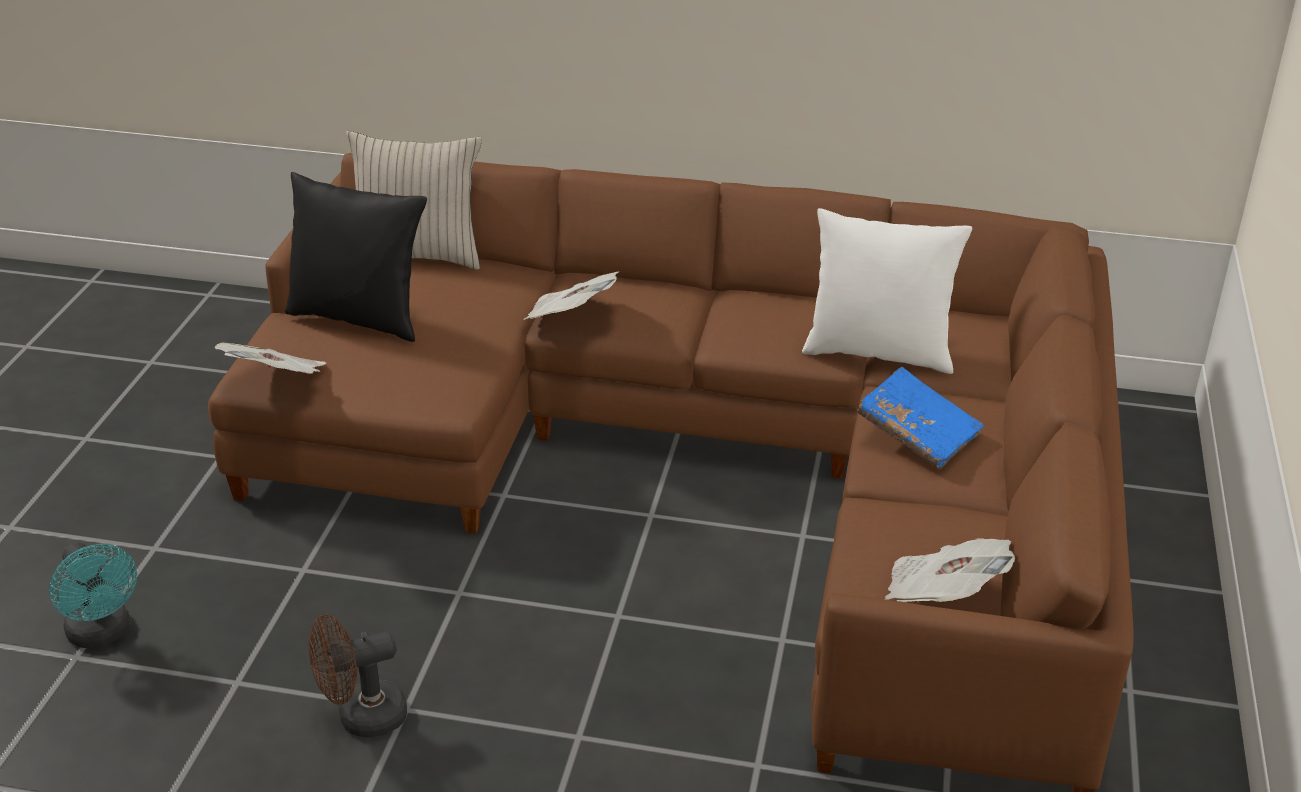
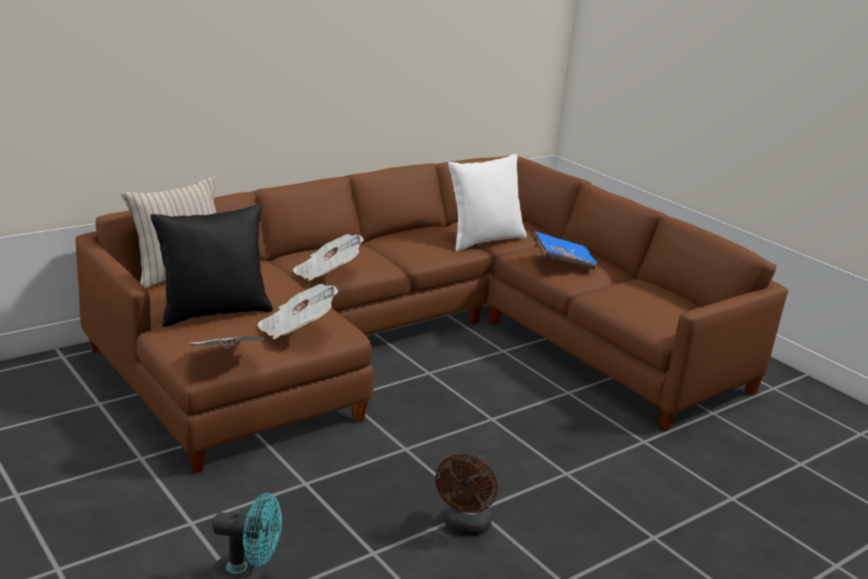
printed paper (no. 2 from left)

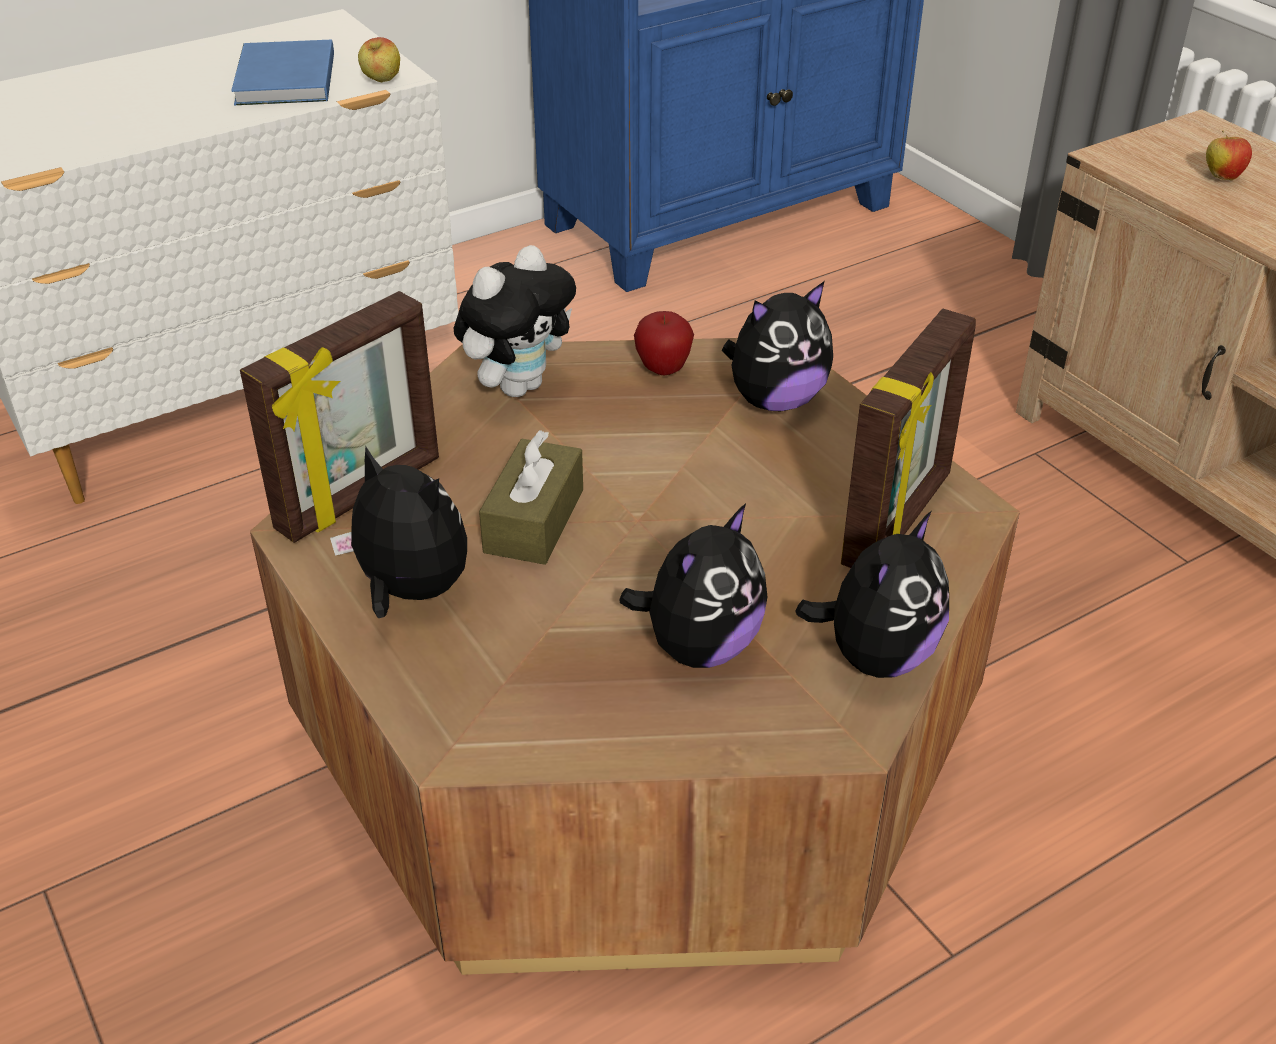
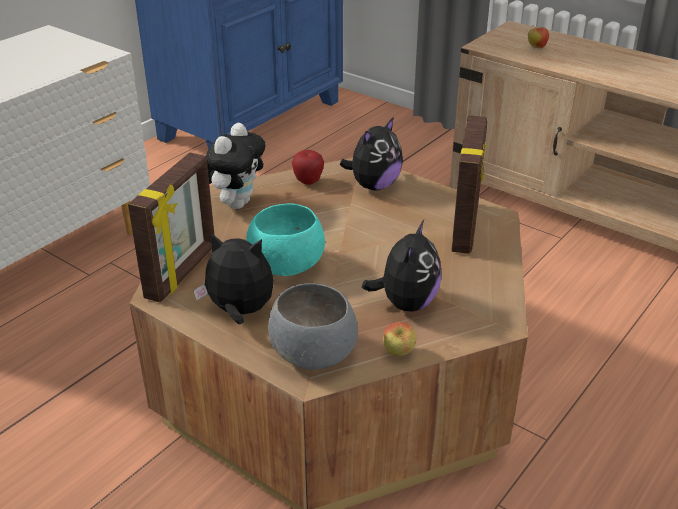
bluish bound book
cuddly toy (no. 5 from left in the first image)
greyish serving bowl
apple fruit (no. 2 from left)
turquoise serving bowl

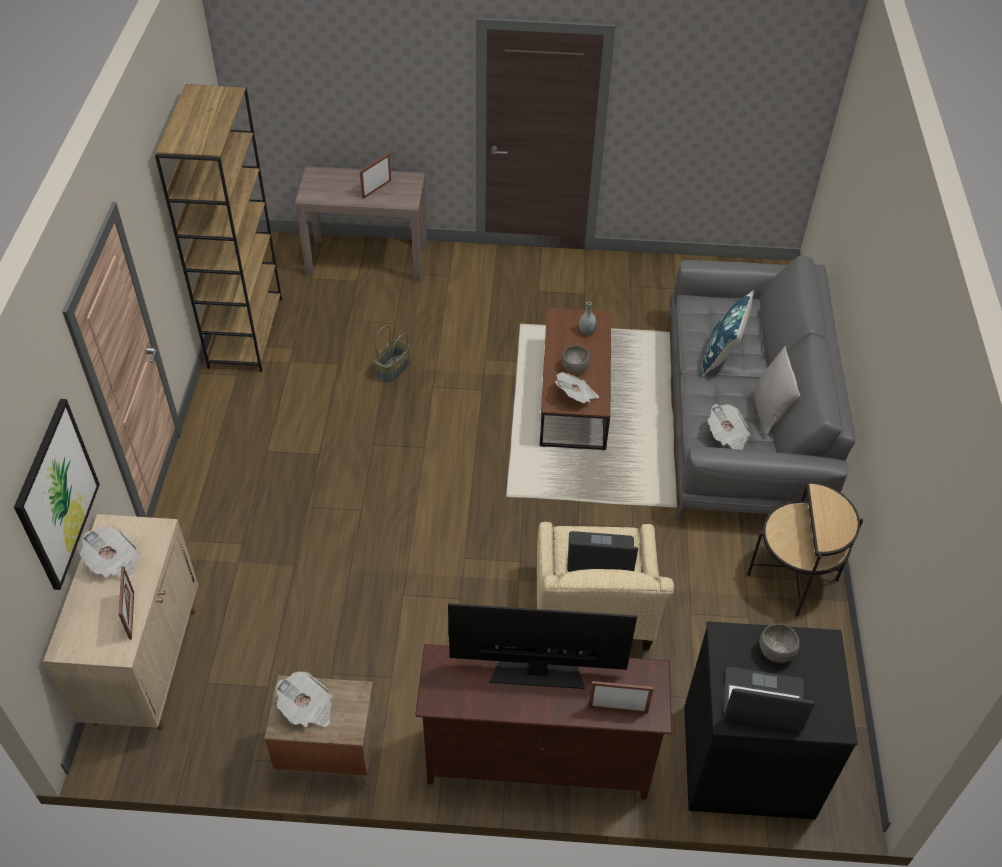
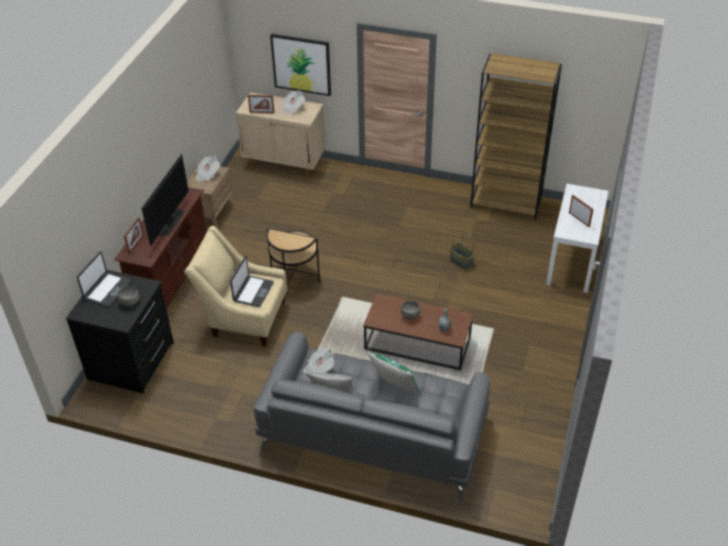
printed paper (no. 3 from left in the first image)
side table
white-coloured hall table
green-coloured throw pillow

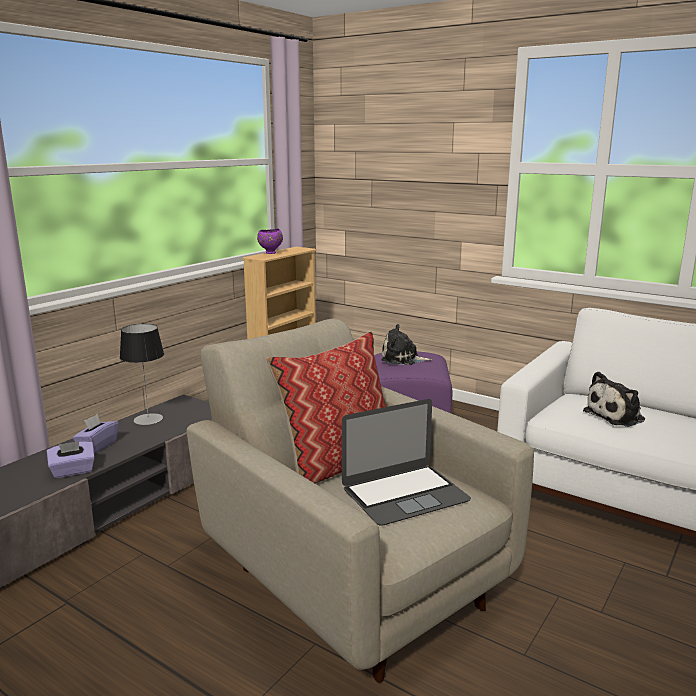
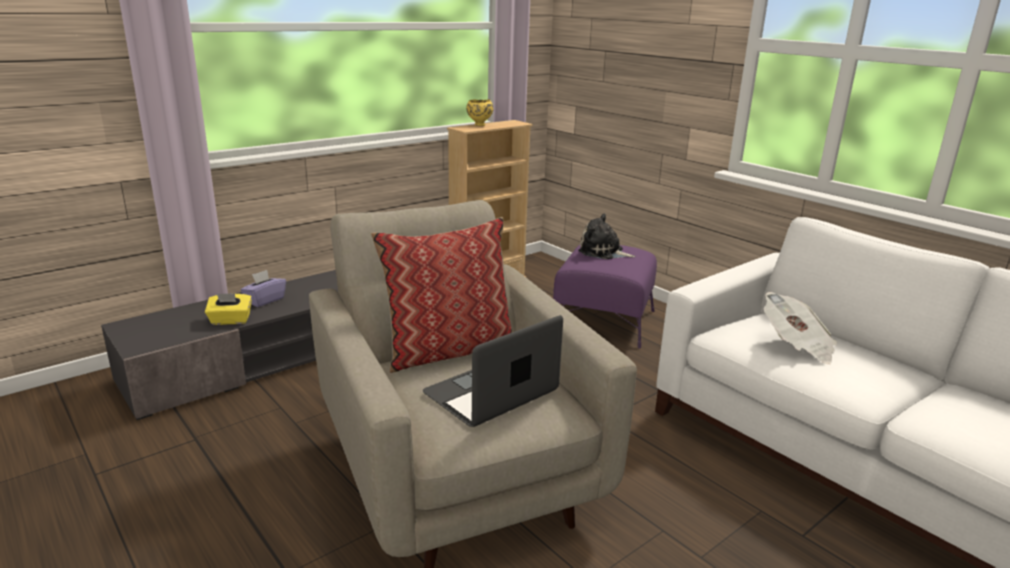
lamp for a table
printed paper
yellowish tissue holder
yellowish serving bowl
notebook computer

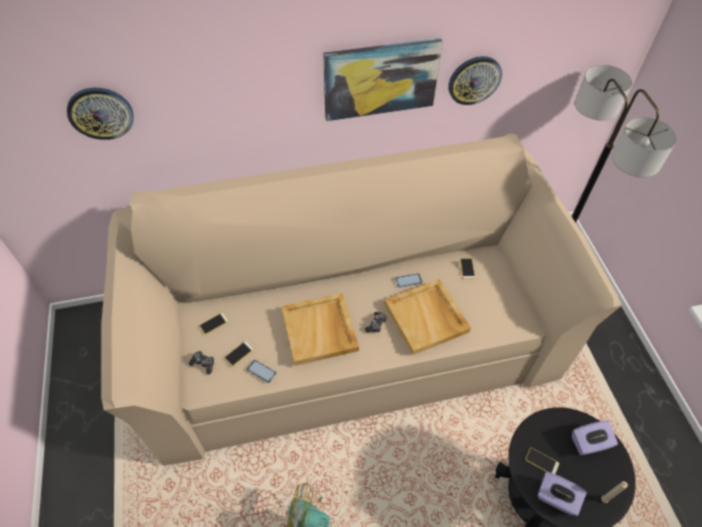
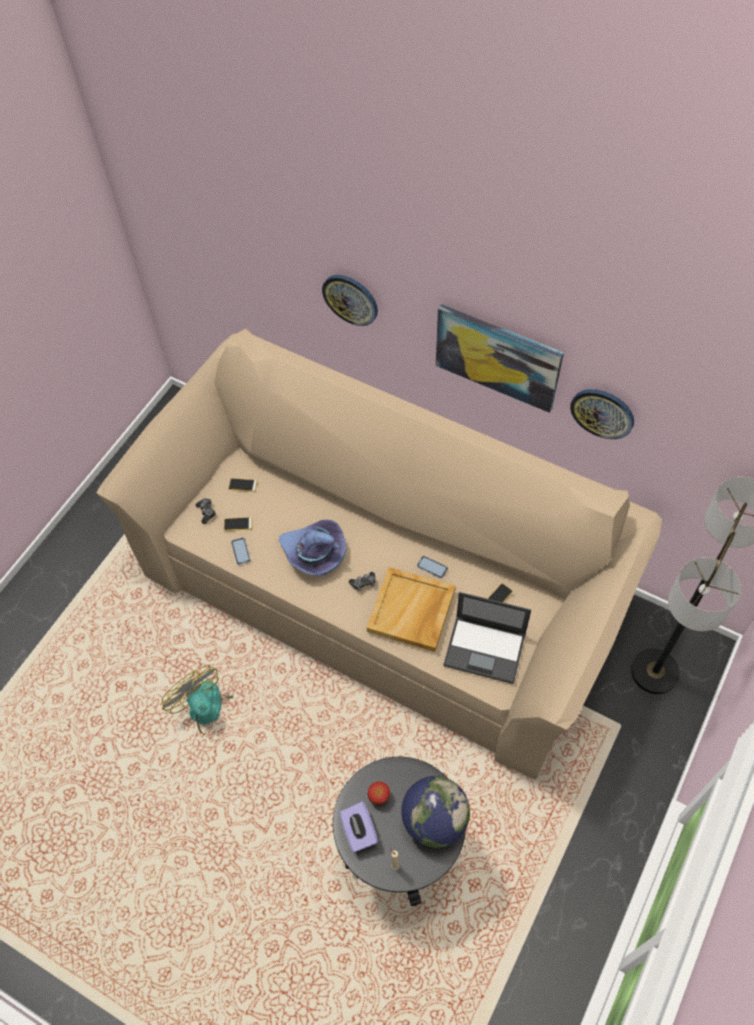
notebook computer
wall clock (no. 1 from left)
purple wearable hat
apple fruit
globe

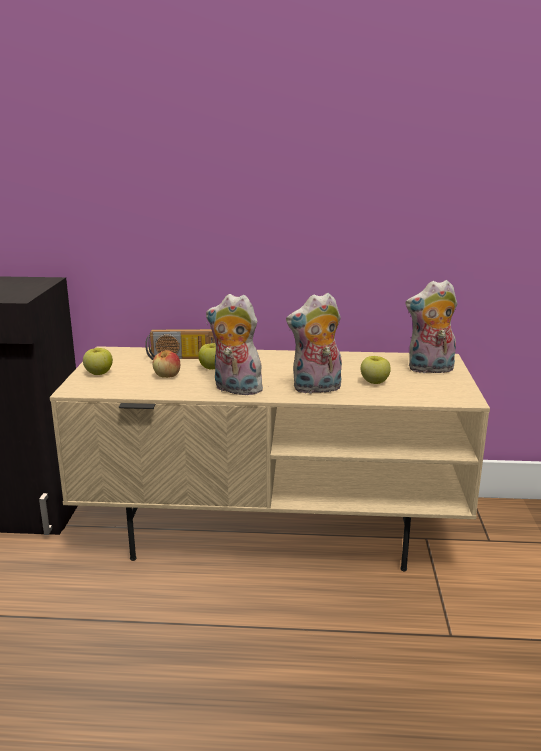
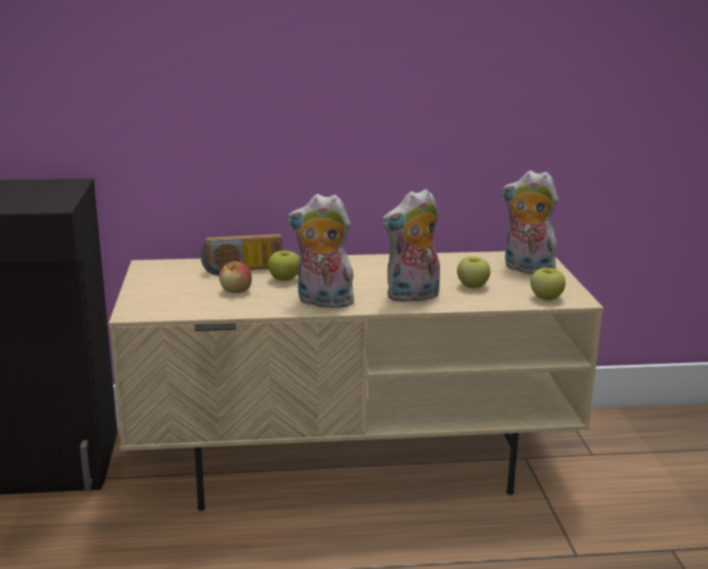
apple fruit (no. 4 from left)
cuddly toy (no. 3 from left)

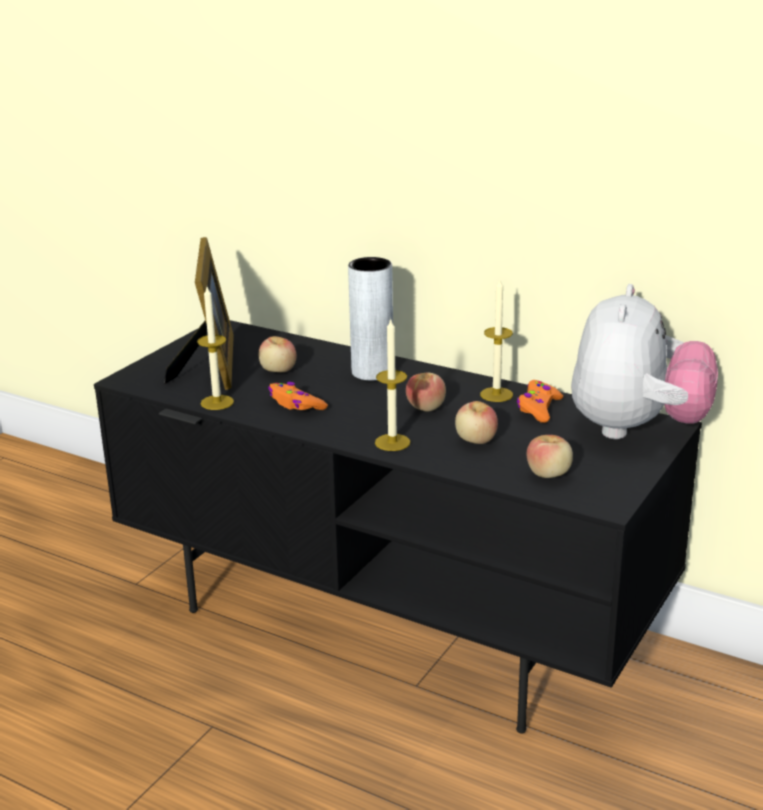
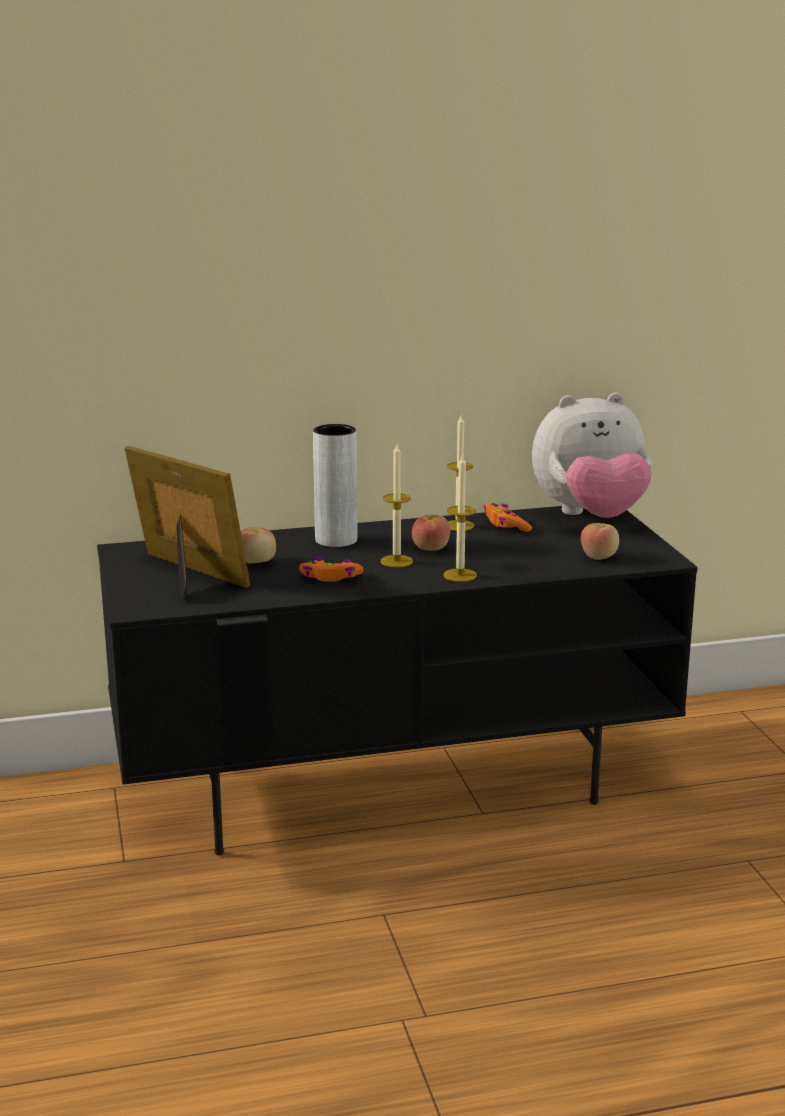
apple fruit (no. 3 from left in the first image)
candle (no. 1 from left)
cuddly toy

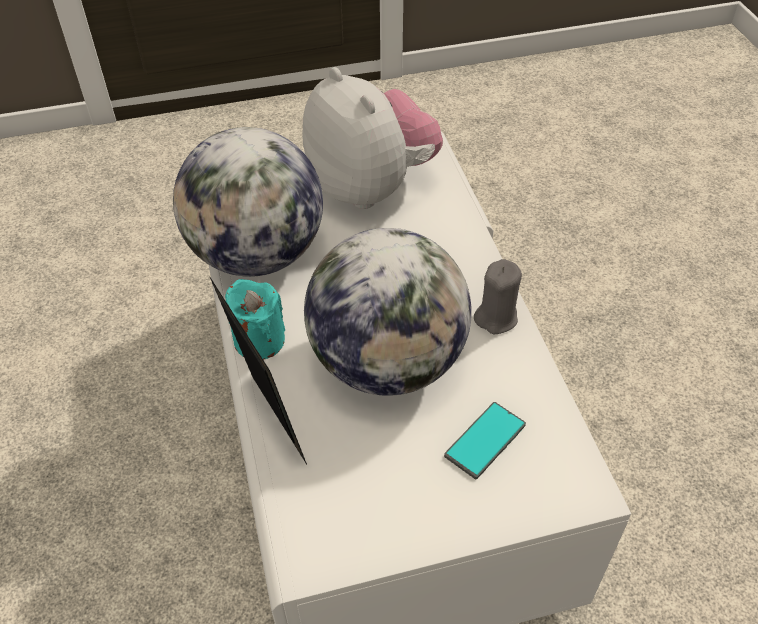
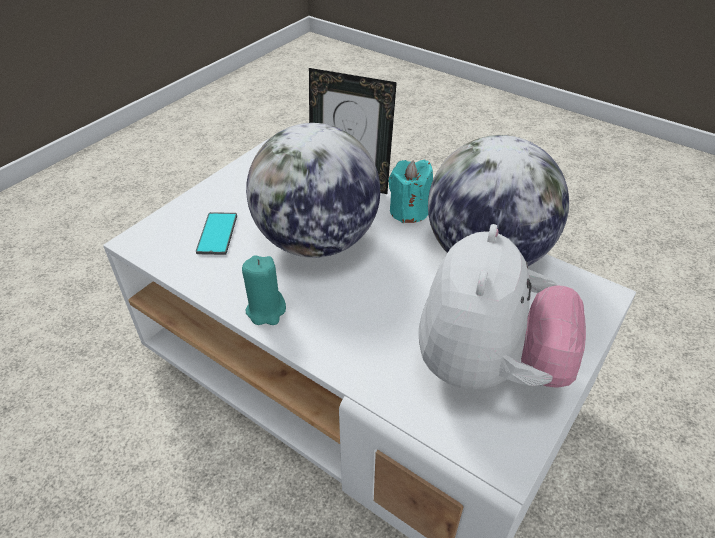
turquoise candle (no. 1 from left)
cuddly toy

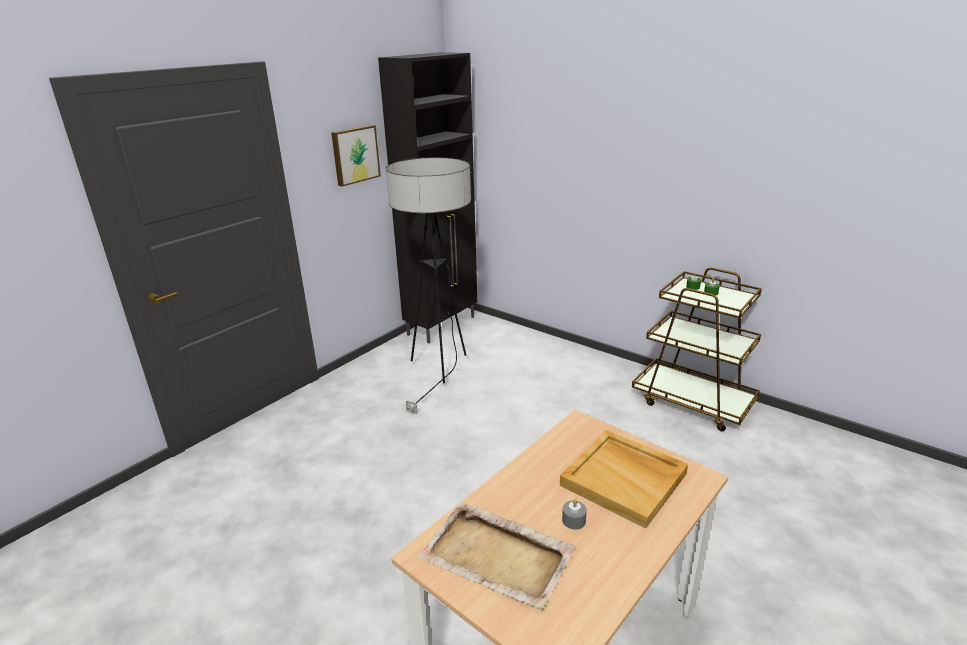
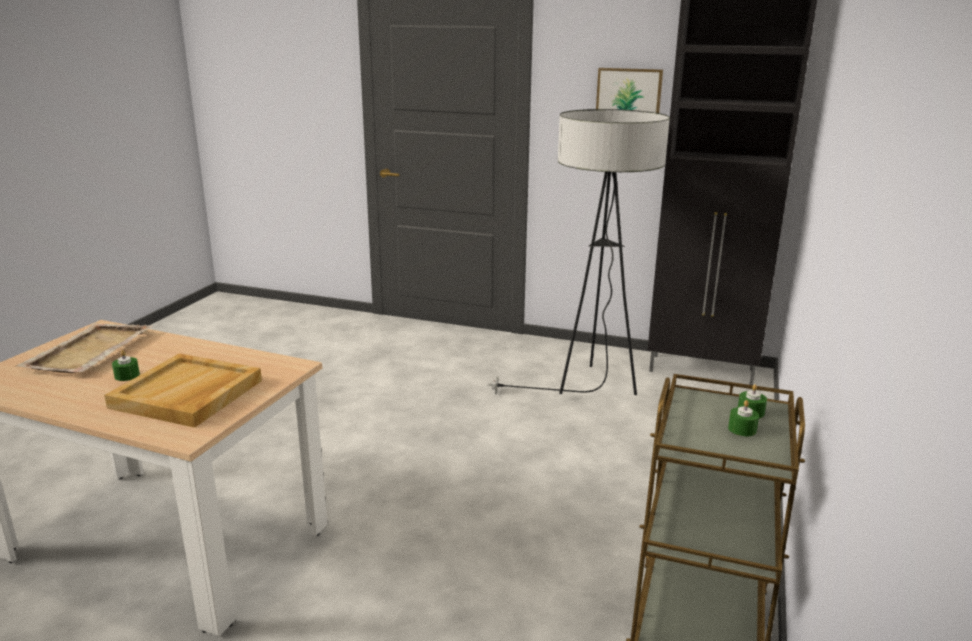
green-coloured candle (no. 1 from left)

